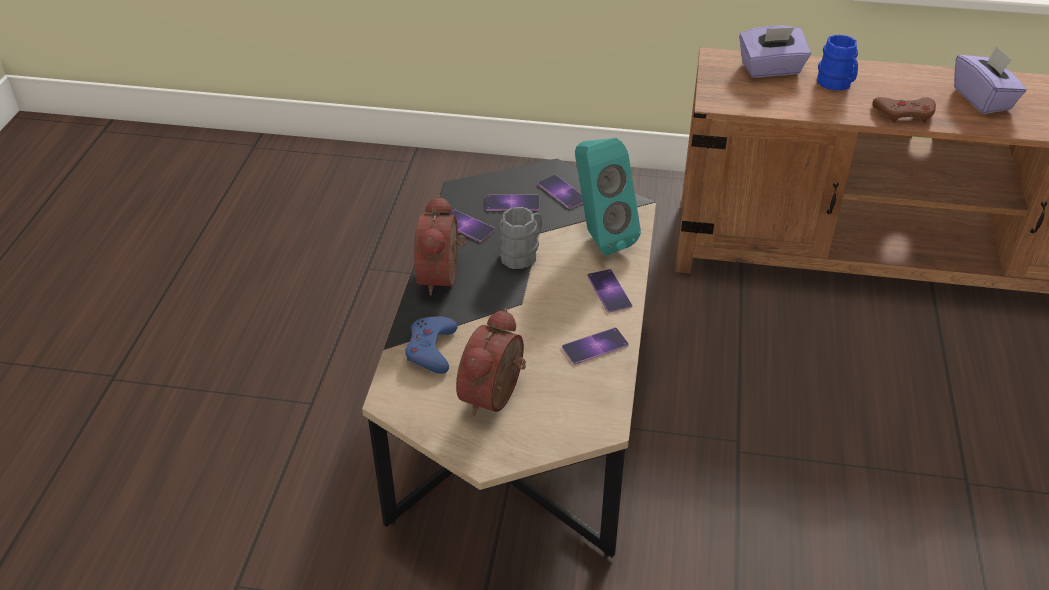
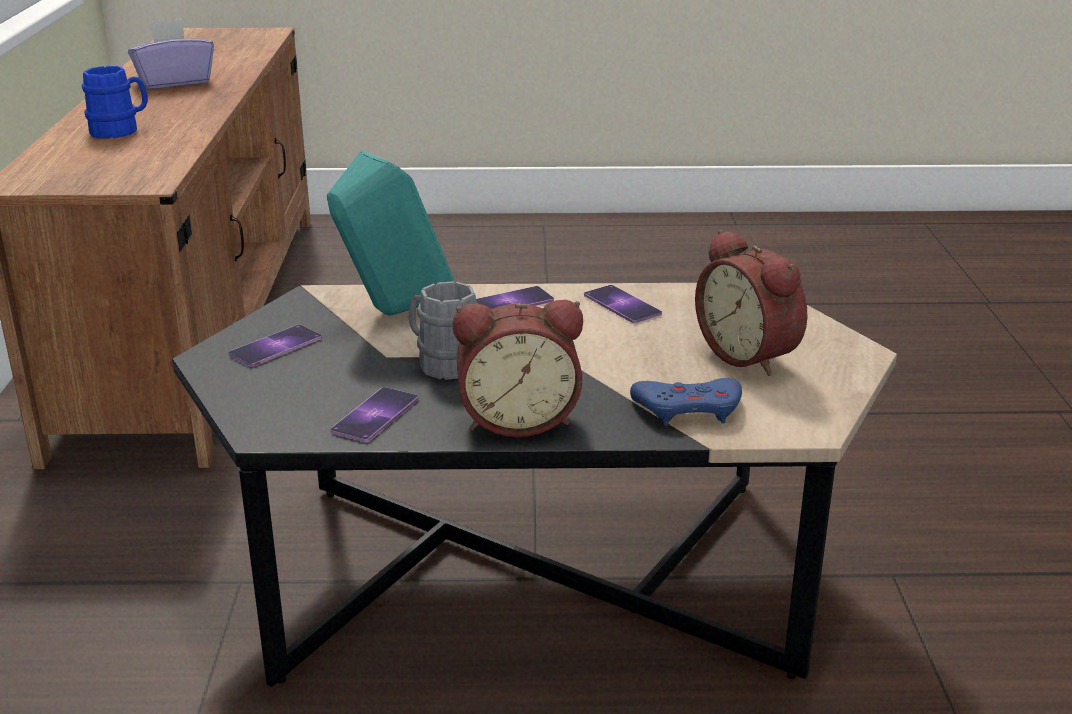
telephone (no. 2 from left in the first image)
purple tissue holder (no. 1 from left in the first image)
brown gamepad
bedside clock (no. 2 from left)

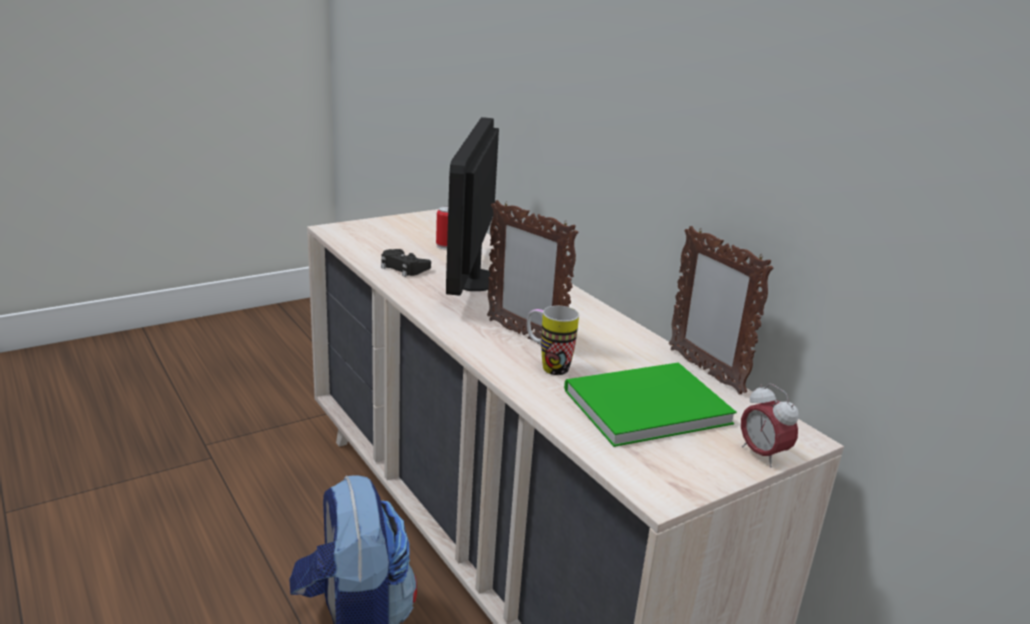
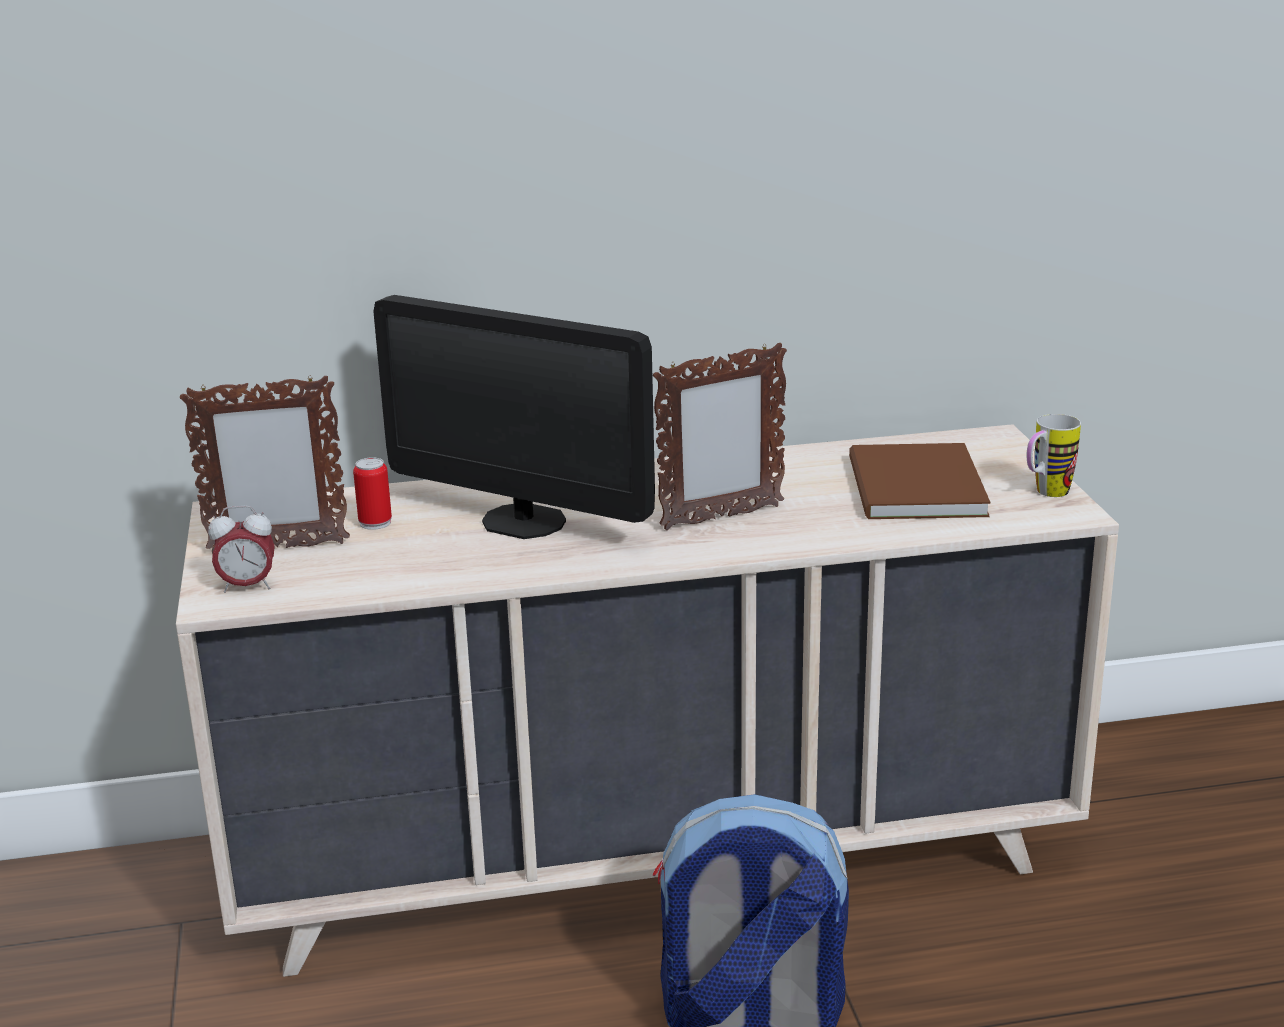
black gamepad
mug
picture frame (no. 1 from left)
bedside clock
brown bound book

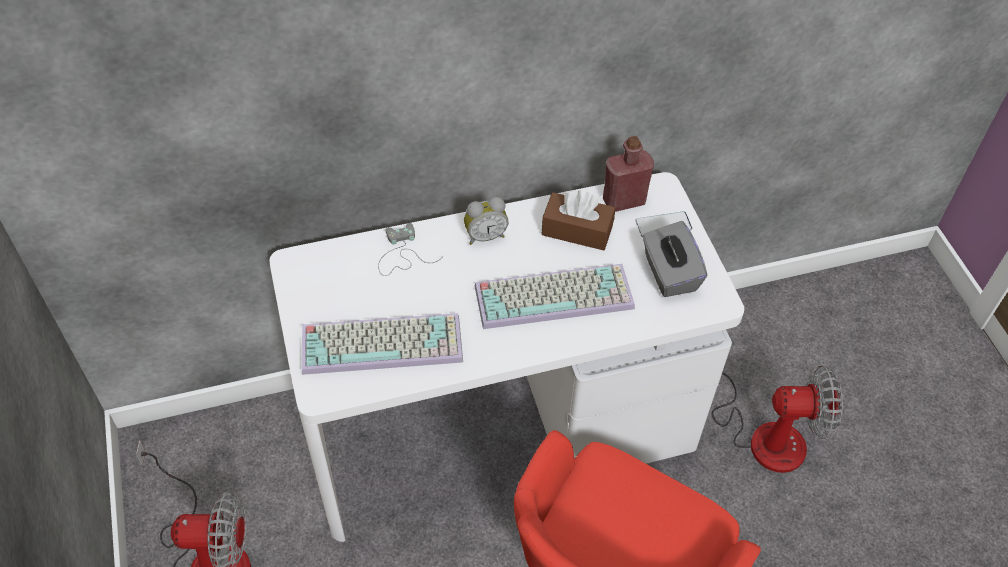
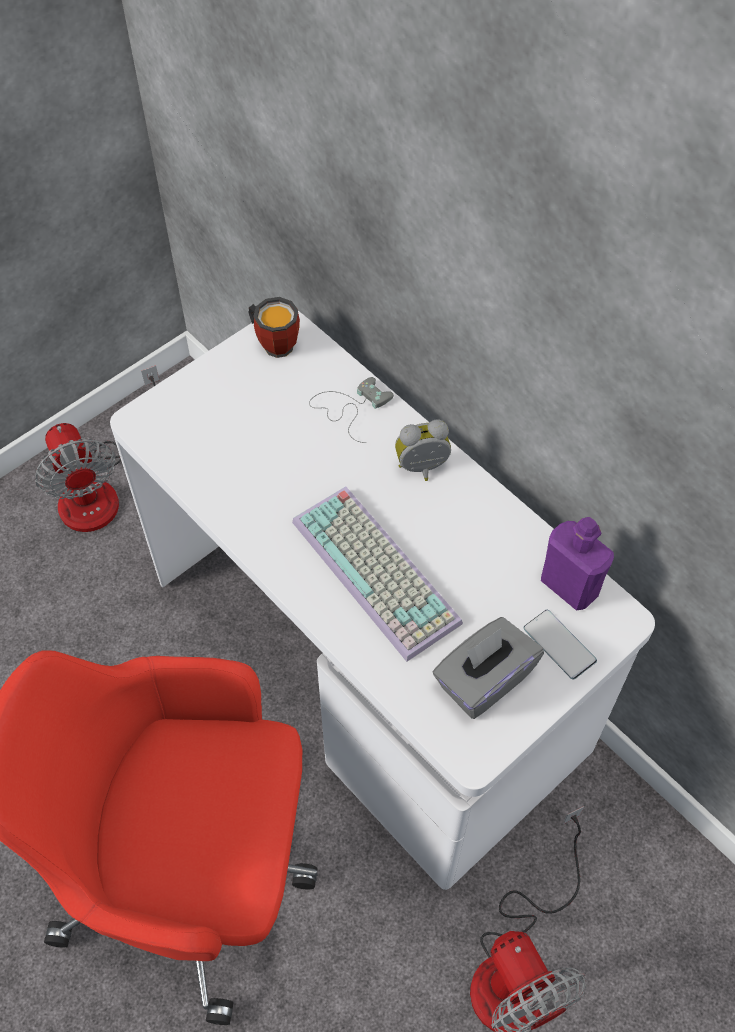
computer keyboard (no. 1 from left in the first image)
brown tissue holder
mug
purple beverage bottle
bedside clock

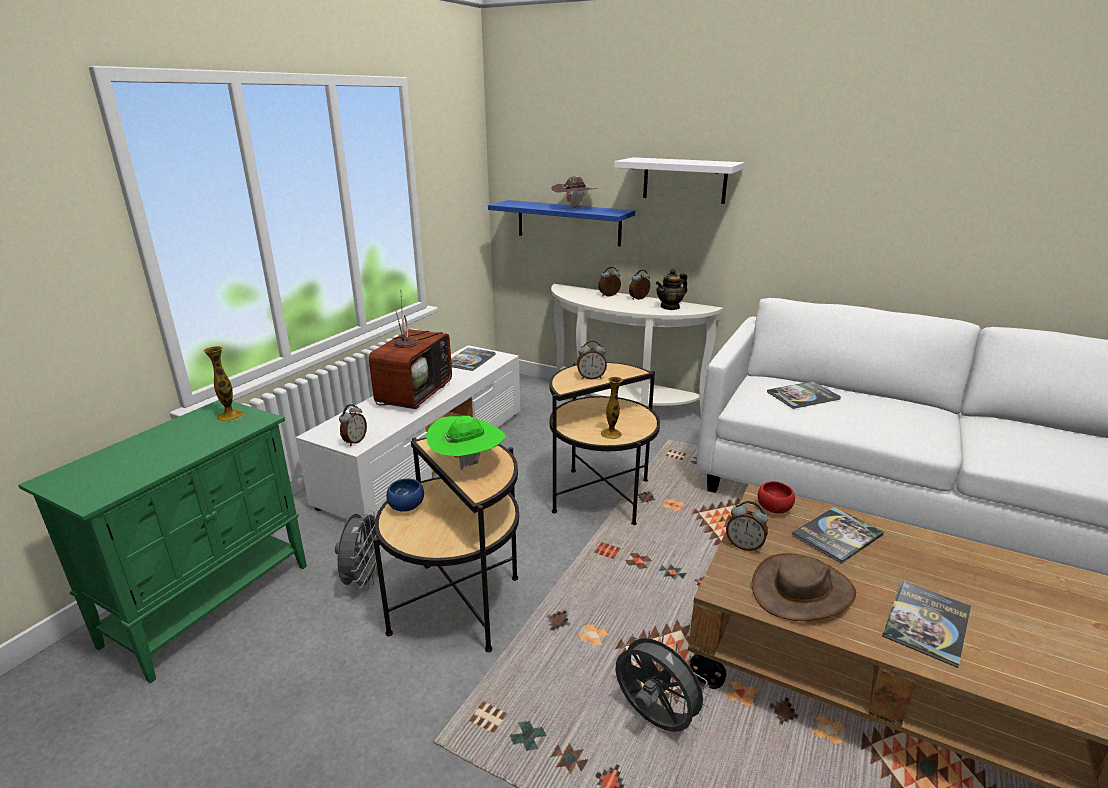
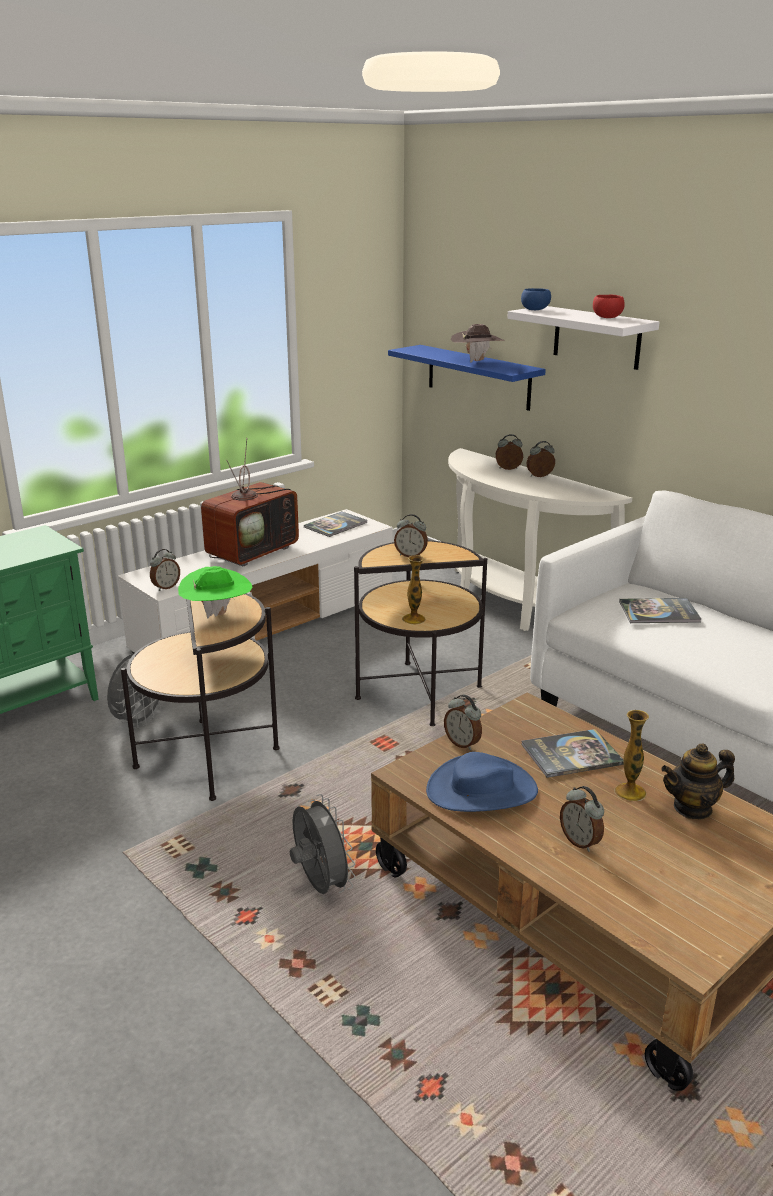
decorative vase (no. 2 from left)
bluish serving bowl
tea pot
red-coloured serving bowl
bedside clock (no. 6 from left)
bluish wearable hat

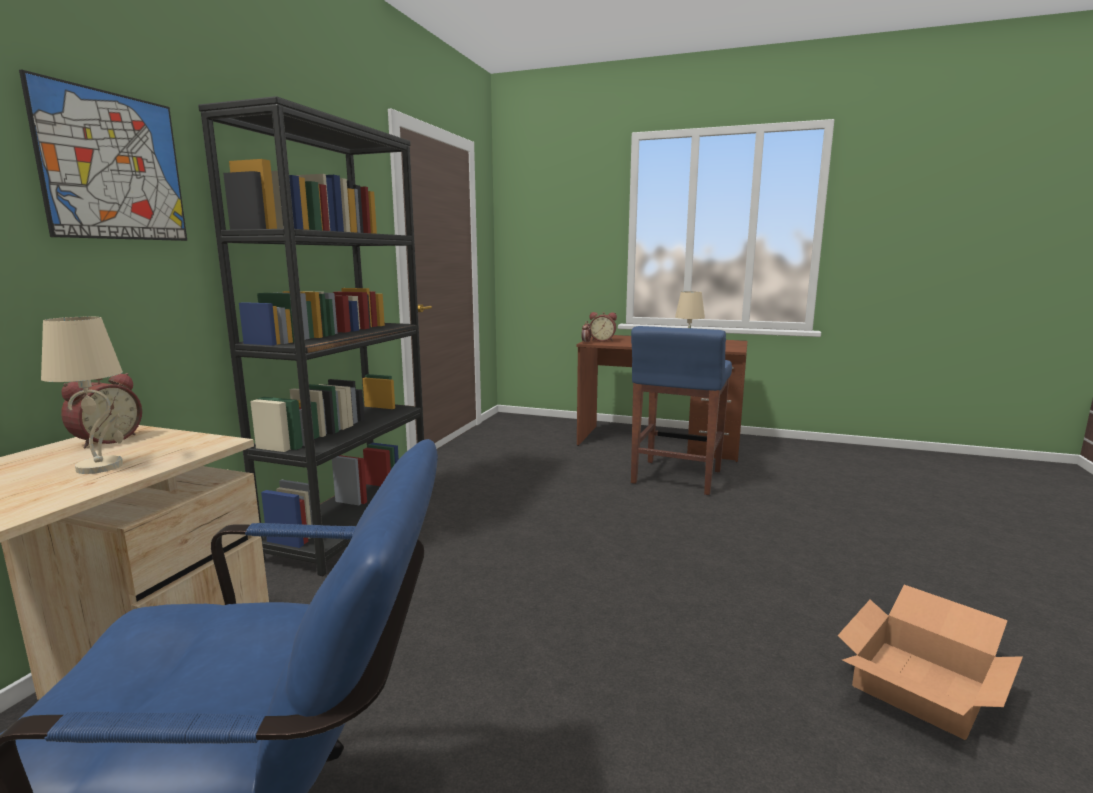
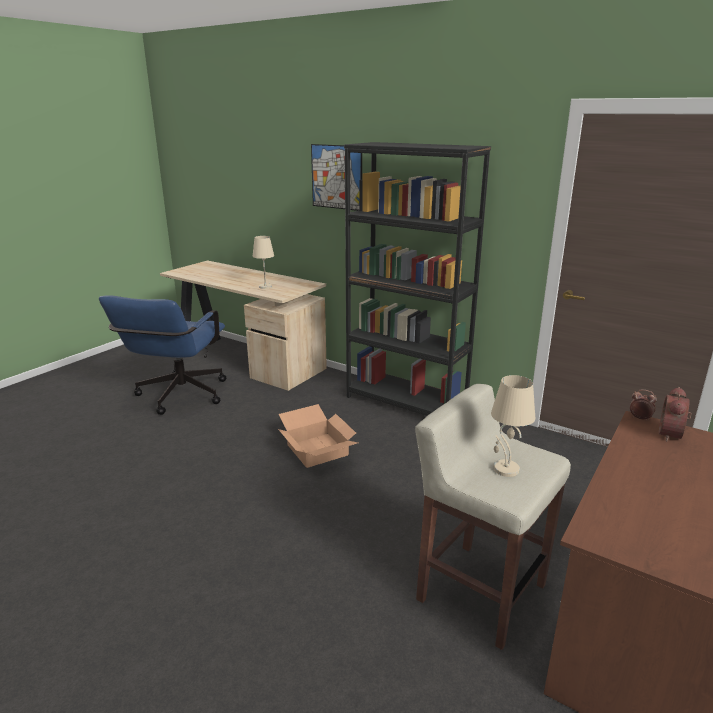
bedside clock (no. 1 from left in the first image)
cardboard box
sand-coloured stool seat

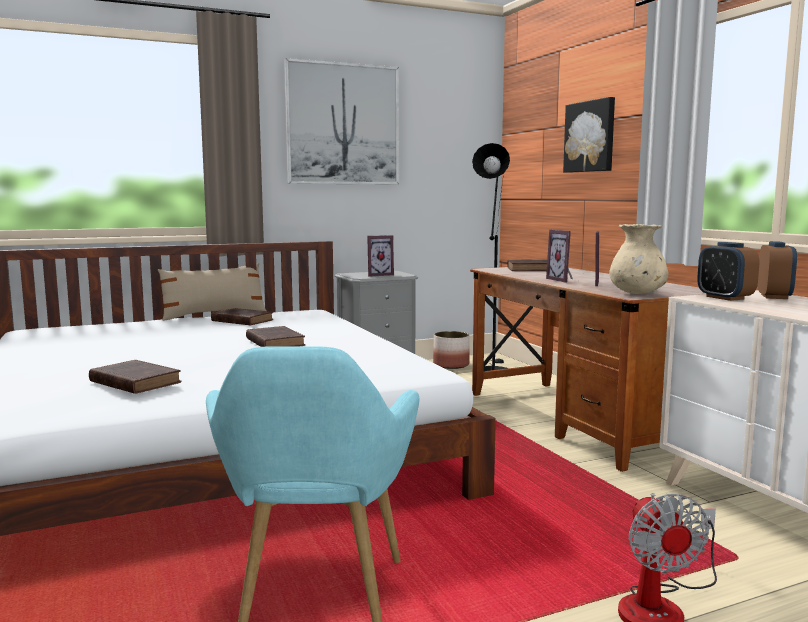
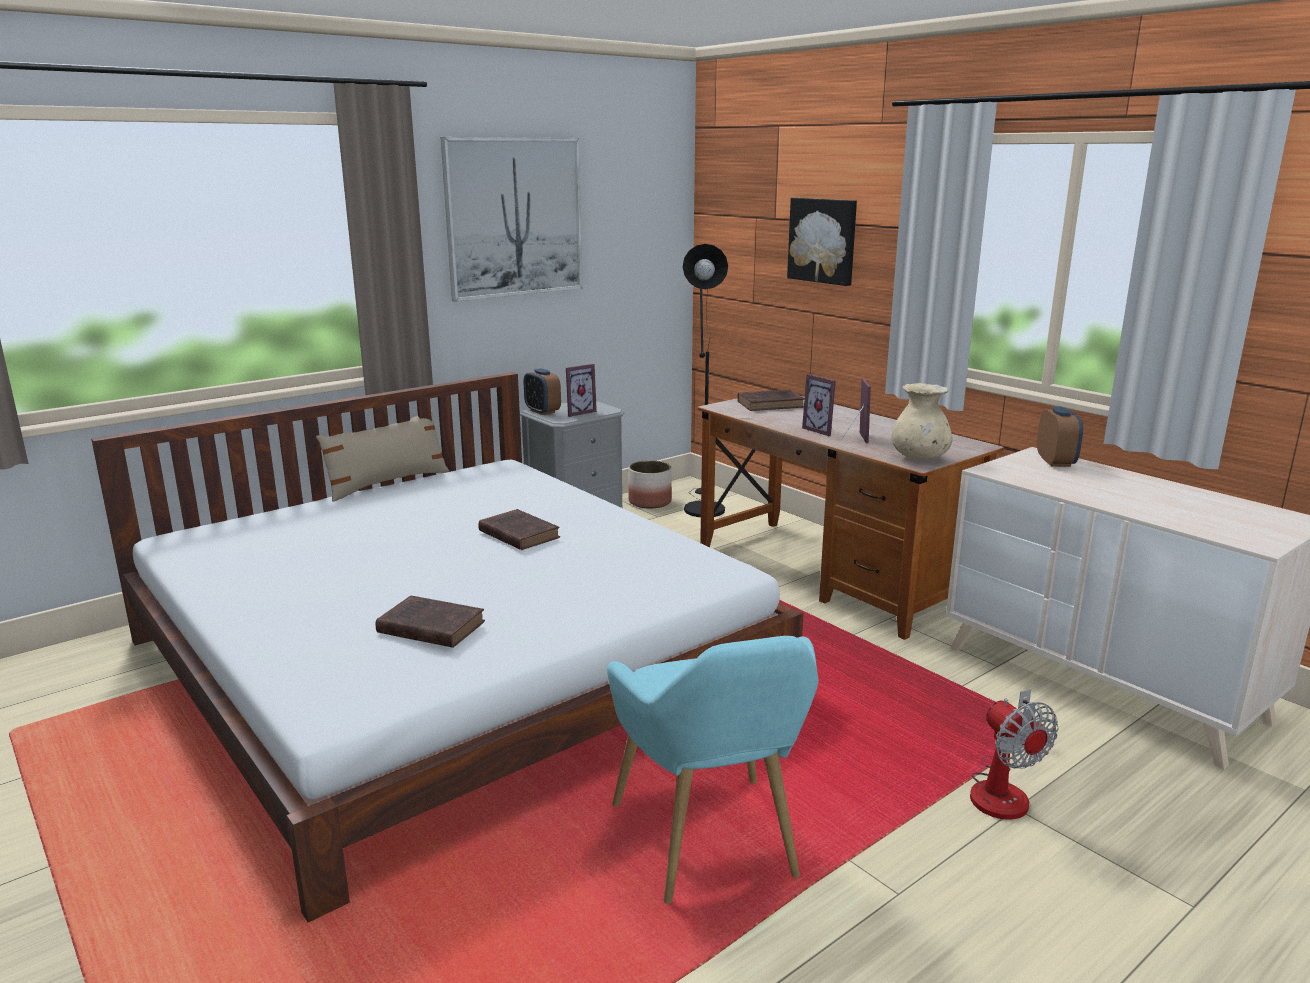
brown bound book (no. 2 from left in the first image)
bedside clock (no. 1 from left)

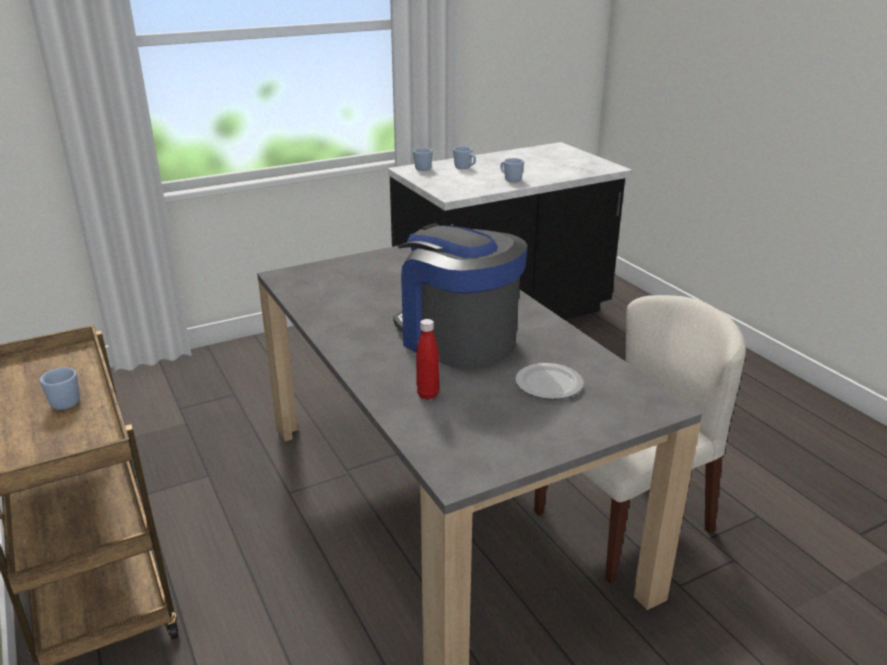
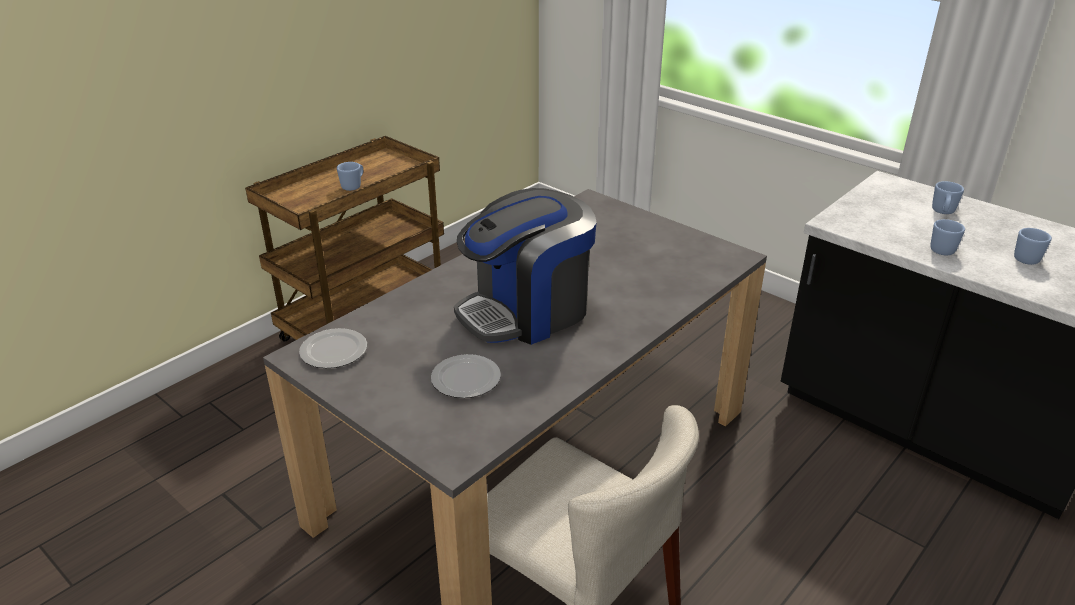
red-coloured beverage bottle
dinner plate (no. 1 from left)
bluish mug (no. 4 from left)
coffee brewer

